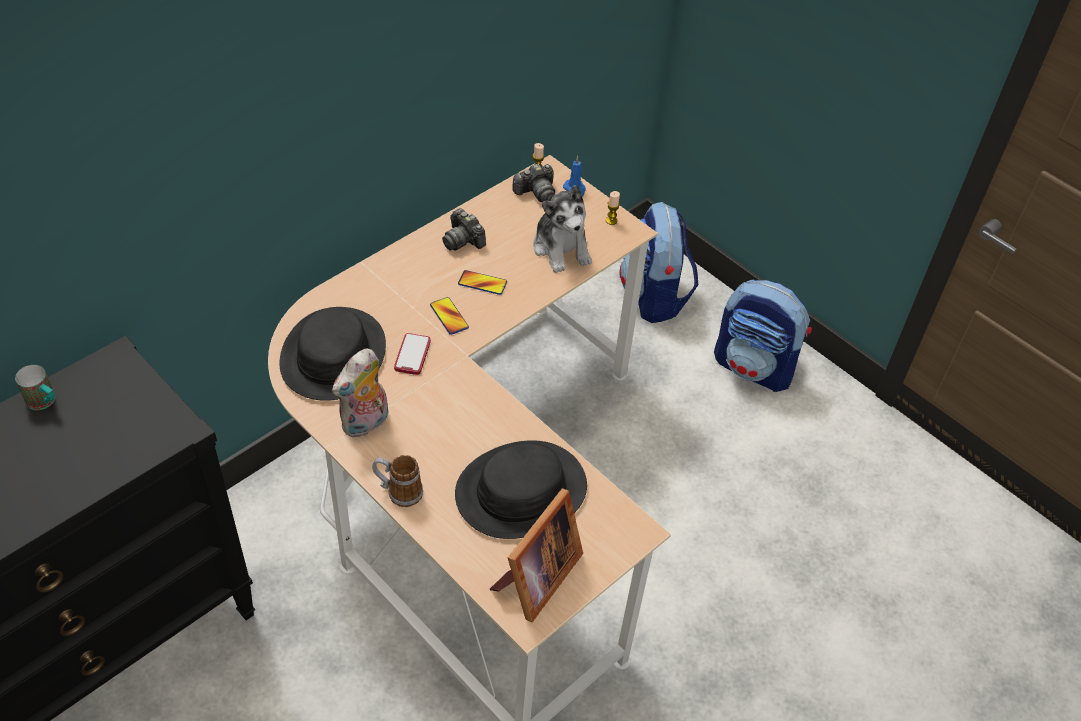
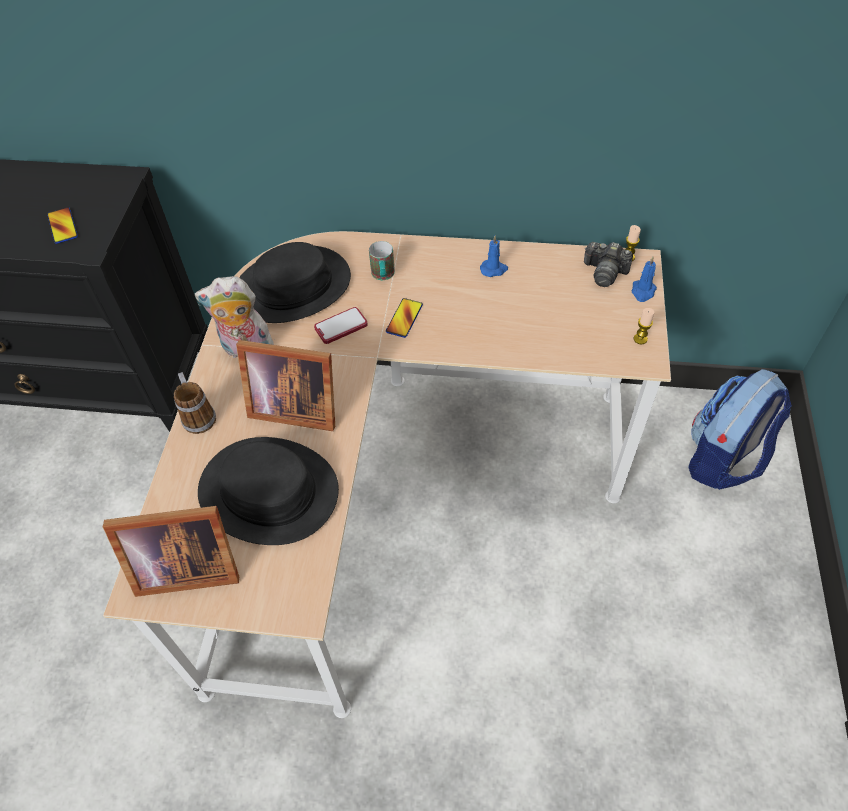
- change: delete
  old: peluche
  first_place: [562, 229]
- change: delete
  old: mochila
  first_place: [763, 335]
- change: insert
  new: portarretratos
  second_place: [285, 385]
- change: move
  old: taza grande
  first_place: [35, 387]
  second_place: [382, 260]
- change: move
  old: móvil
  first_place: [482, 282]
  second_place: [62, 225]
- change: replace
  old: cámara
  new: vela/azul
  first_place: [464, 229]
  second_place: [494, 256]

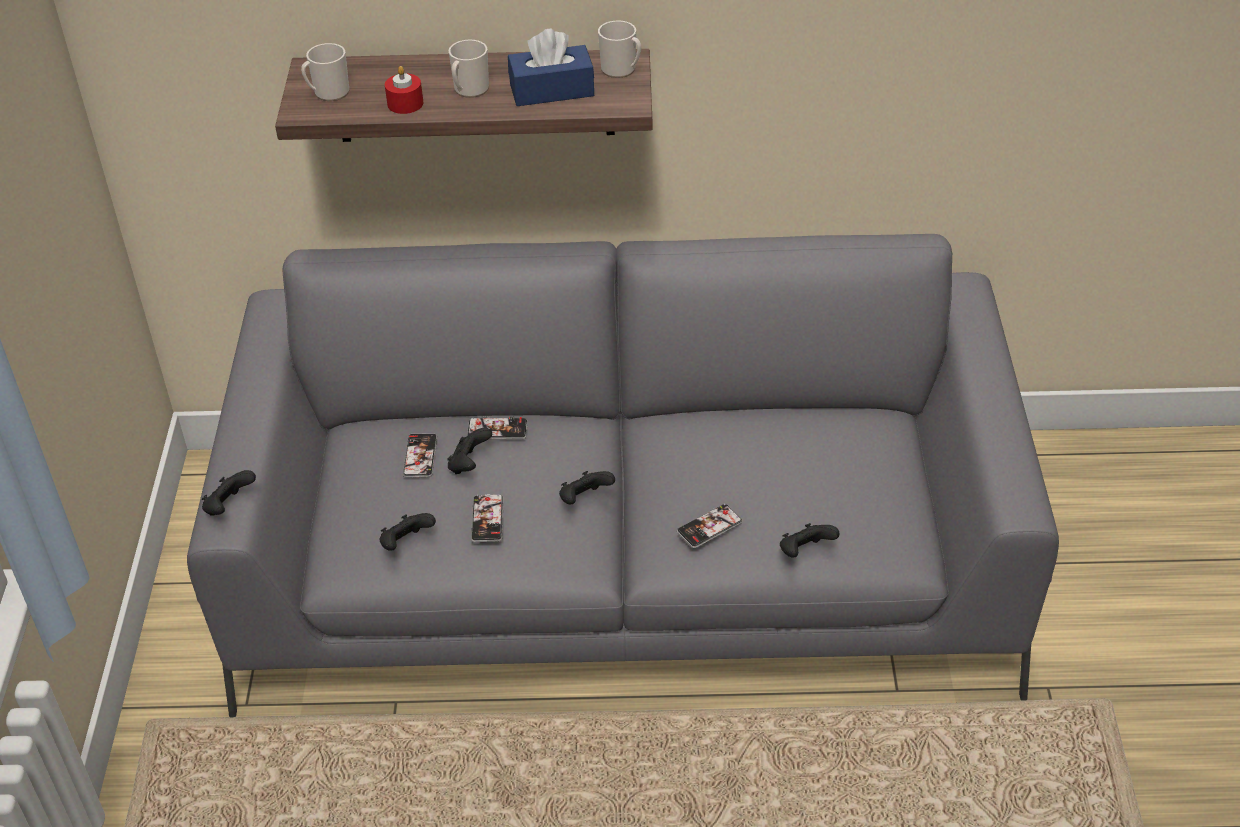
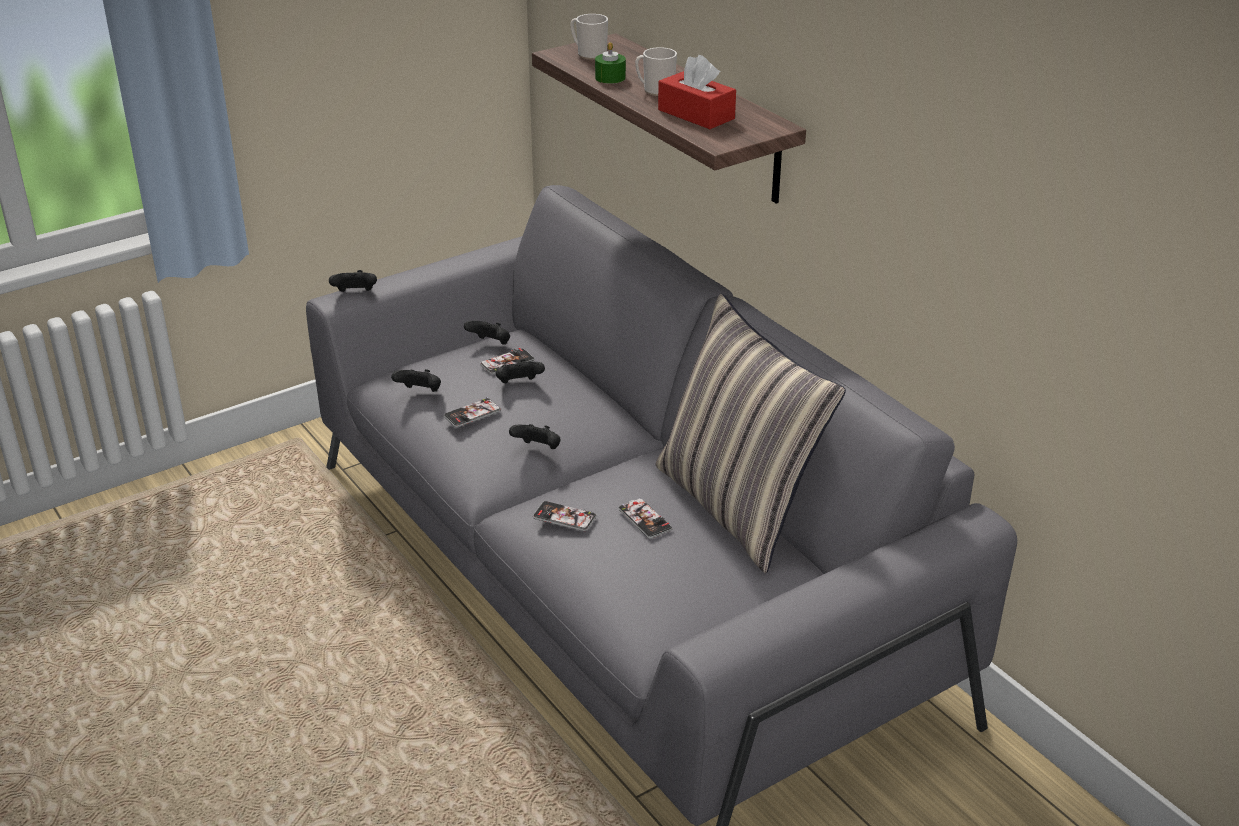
- change: delete
  old: taza grande
  first_place: [619, 49]
- change: insert
  new: cojín
  second_place: [751, 433]
- change: move
  old: móvil
  first_place: [497, 427]
  second_place: [645, 518]
- change: move
  old: mando de consola/negro
  first_place: [809, 540]
  second_place: [487, 332]
- change: recolor
  old: vela/rojo
  new: vela/verde
  first_place: [404, 90]
  second_place: [610, 63]
- change: recolor
  old: caja de pañuelos/azul
  new: caja de pañuelos/rojo
  first_place: [551, 67]
  second_place: [697, 92]

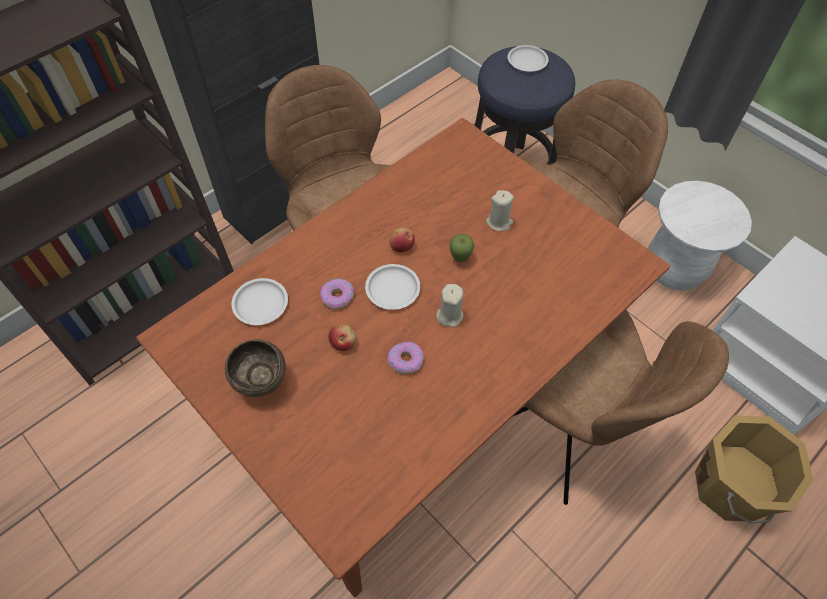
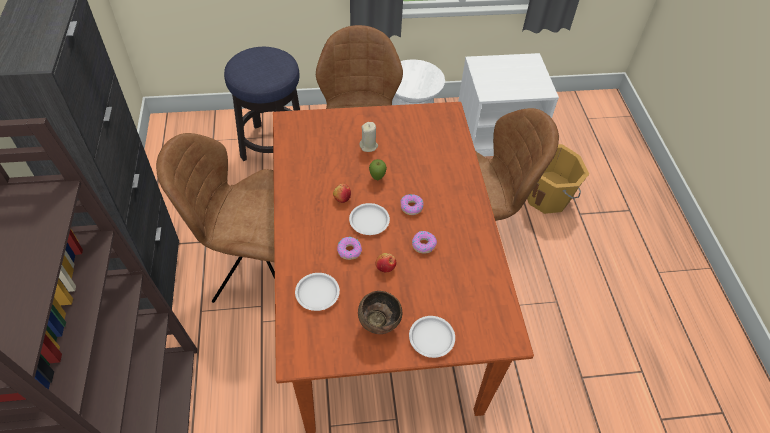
- change: move
  old: plato/blanco
  first_place: [528, 58]
  second_place: [432, 337]
- change: replace
  old: vela/beis
  new: rosquilla
  first_place: [449, 305]
  second_place: [412, 204]

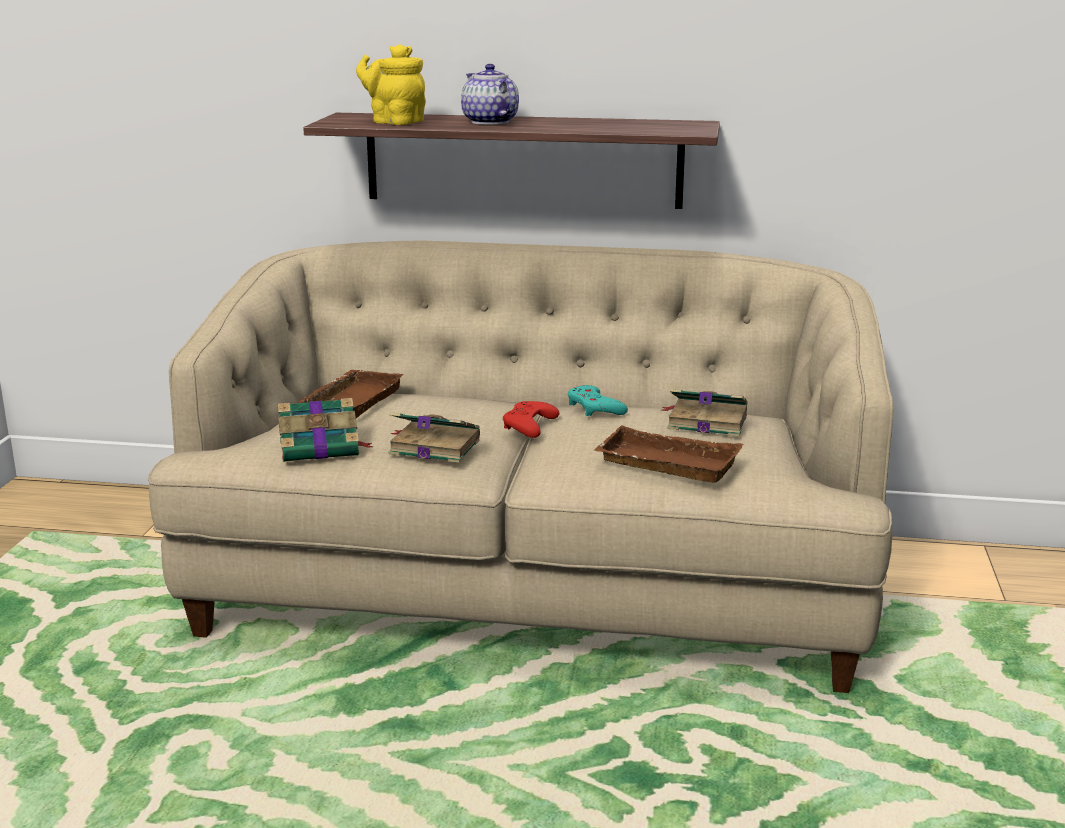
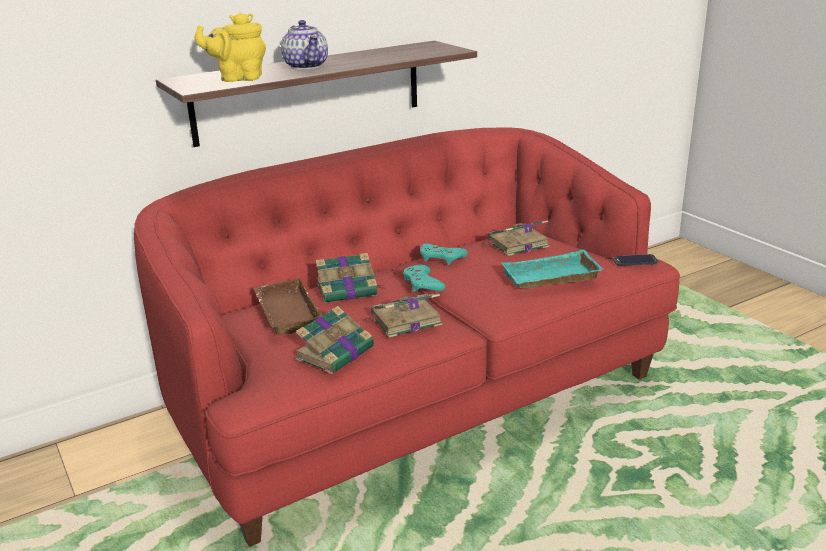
- change: insert
  new: libro
  second_place: [350, 278]
- change: insert
  new: móvil
  second_place: [636, 260]
- change: recolor
  old: sofá/beis
  new: sofá/rojo
  first_place: [520, 467]
  second_place: [407, 337]
- change: recolor
  old: mando de consola/rojo
  new: mando de consola/turquesa
  first_place: [531, 419]
  second_place: [424, 278]
- change: recolor
  old: bandeja/marrón
  new: bandeja/turquesa
  first_place: [668, 454]
  second_place: [552, 268]
- change: rotate
  old: tetera
  first_place: [490, 94]
  second_place: [304, 45]
  degrees: -135

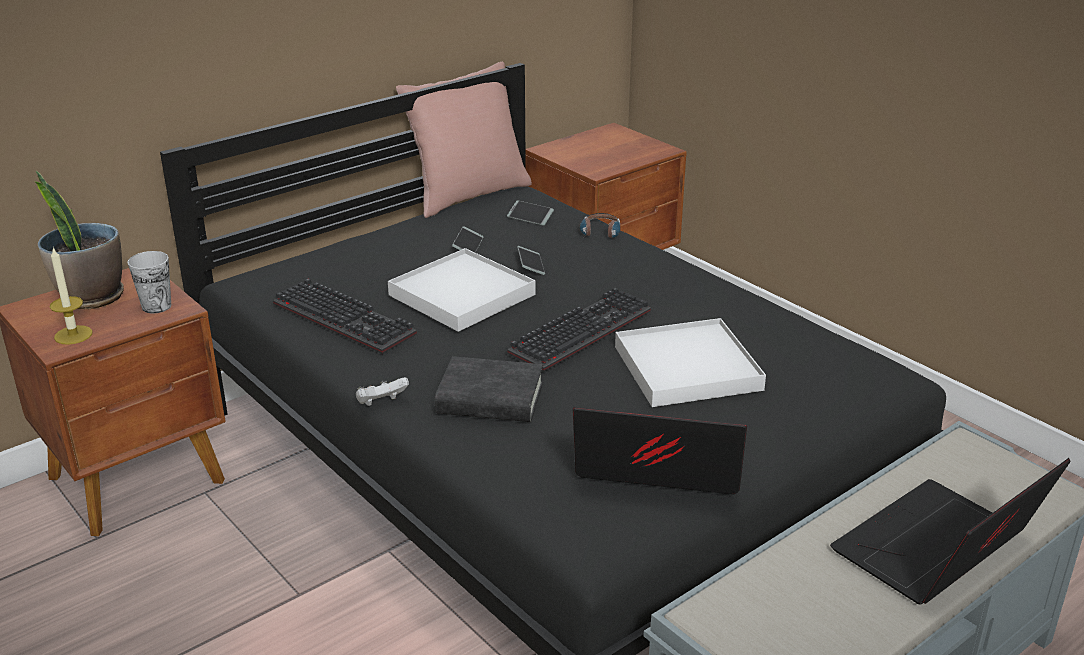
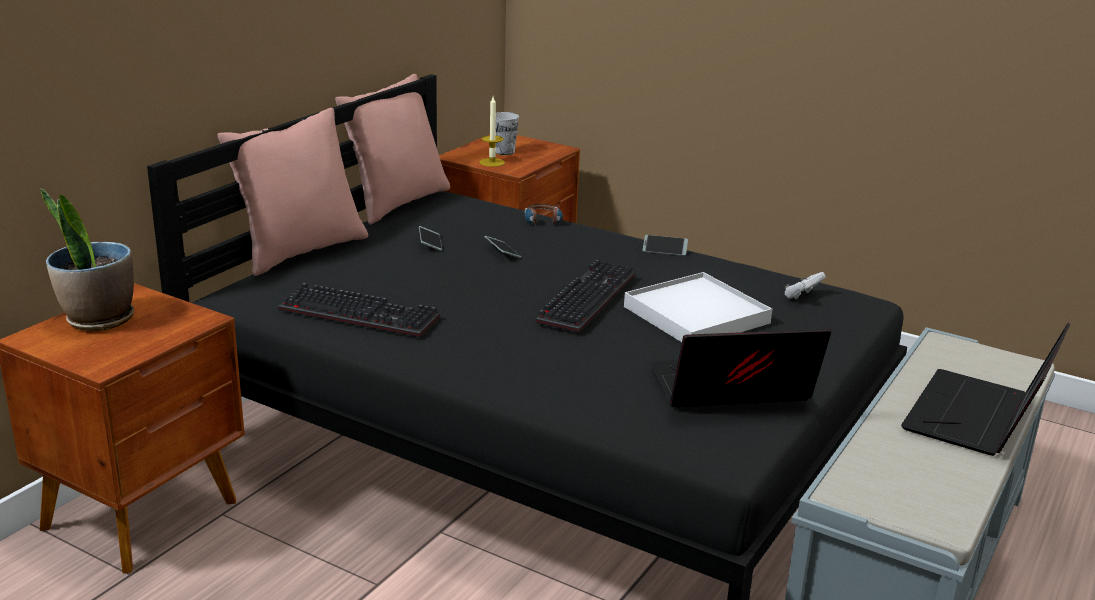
- change: delete
  old: bandeja/blanco
  first_place: [462, 290]
- change: delete
  old: libro/negro
  first_place: [489, 389]
- change: insert
  new: cojín/rosa
  second_place: [292, 192]
- change: move
  old: vela
  first_place: [71, 296]
  second_place: [492, 132]
- change: move
  old: taza
  first_place: [149, 282]
  second_place: [507, 133]
- change: move
  old: mando de consola/blanco
  first_place: [382, 391]
  second_place: [805, 286]
- change: move
  old: móvil
  first_place: [530, 213]
  second_place: [665, 245]

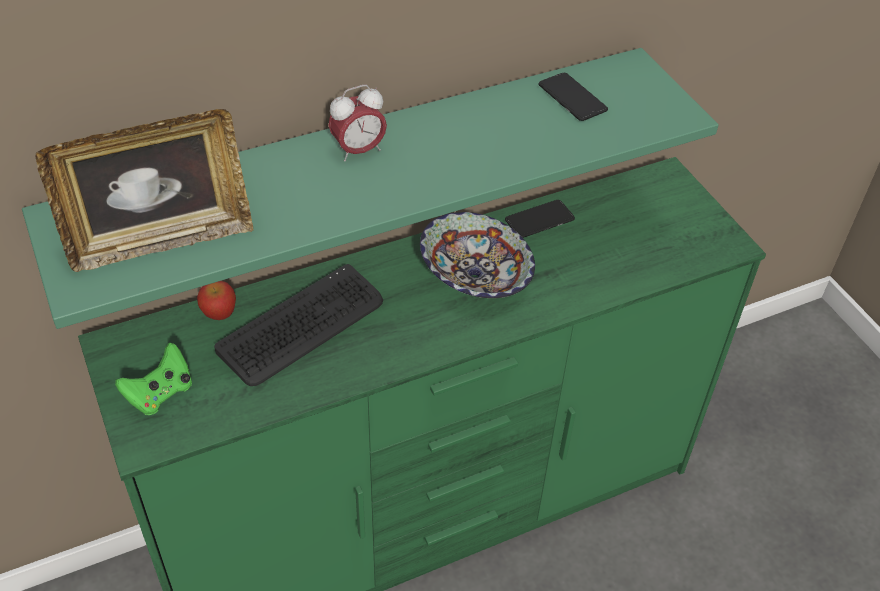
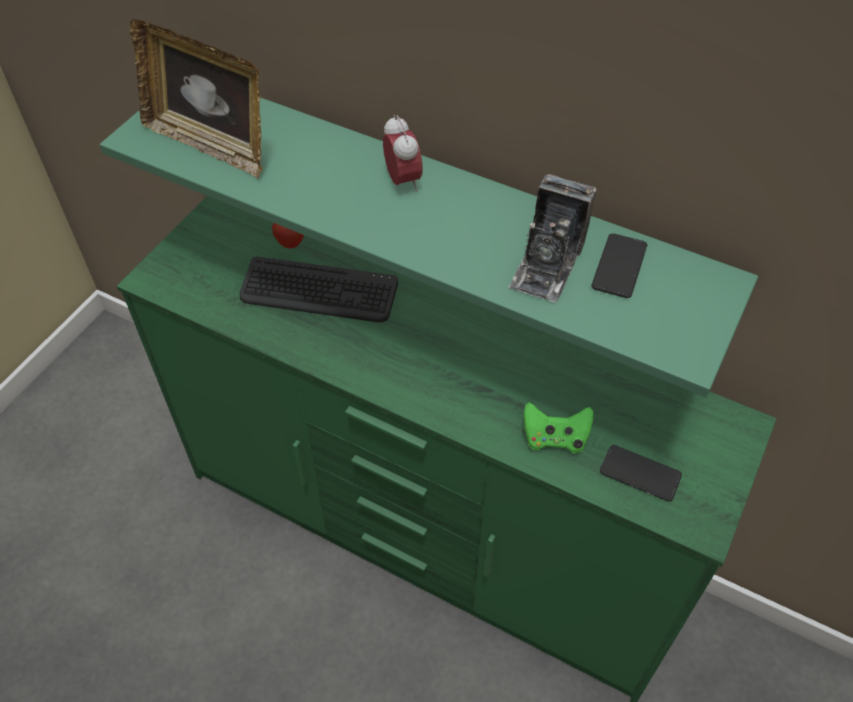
- change: delete
  old: cuenco
  first_place: [477, 255]
- change: insert
  new: cámara
  second_place: [552, 238]
- change: move
  old: mando de consola/verde
  first_place: [153, 379]
  second_place: [558, 427]
- change: move
  old: móvil
  first_place: [540, 219]
  second_place: [641, 473]
- change: rotate
  old: despertador
  first_place: [357, 123]
  second_place: [403, 153]
  degrees: -135

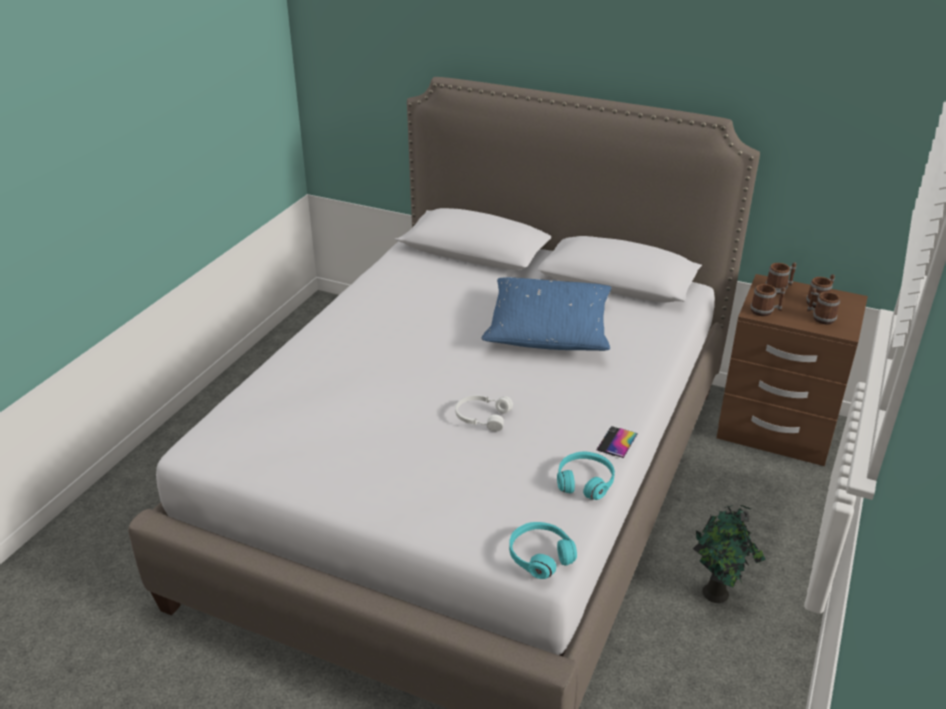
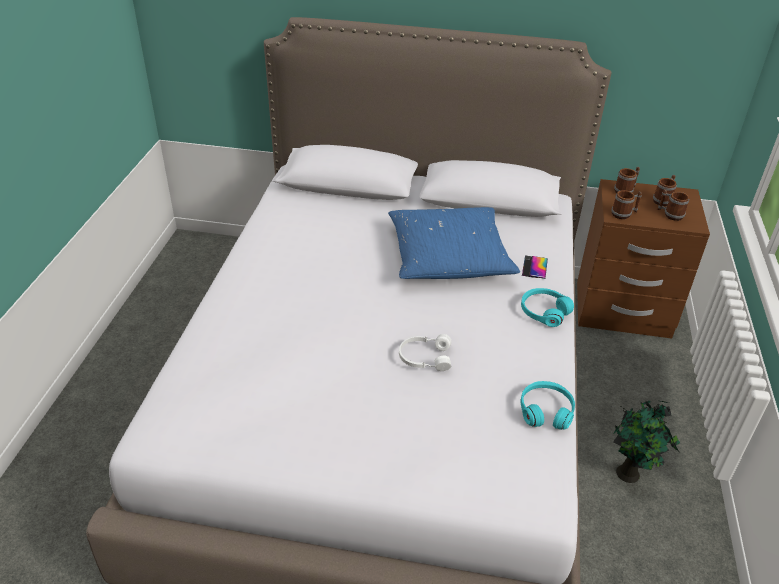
- change: move
  old: auriculares/turquesa
  first_place: [543, 550]
  second_place: [547, 307]
- change: move
  old: móvil
  first_place: [617, 442]
  second_place: [535, 267]

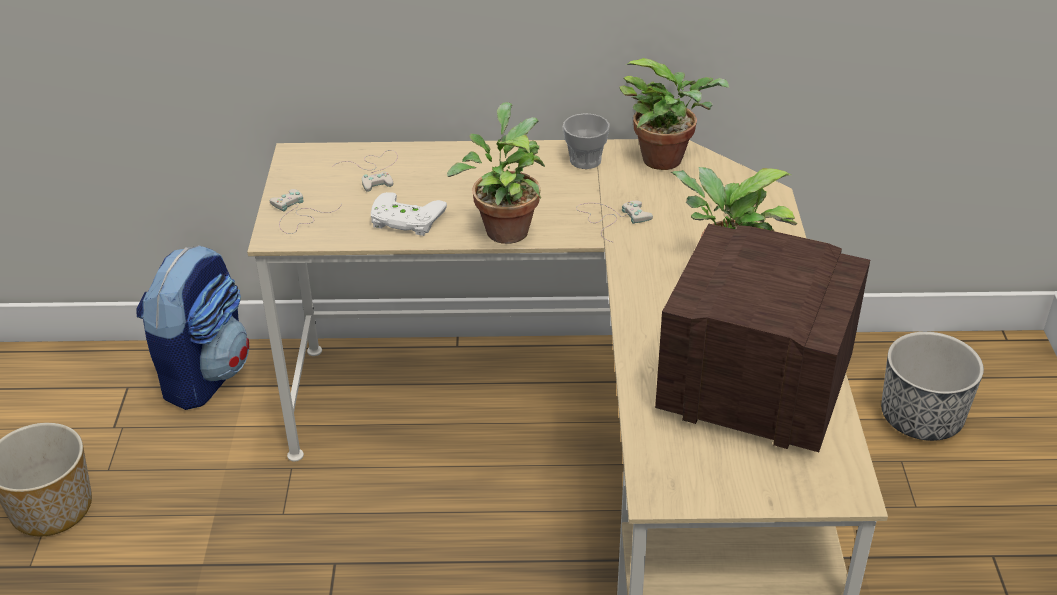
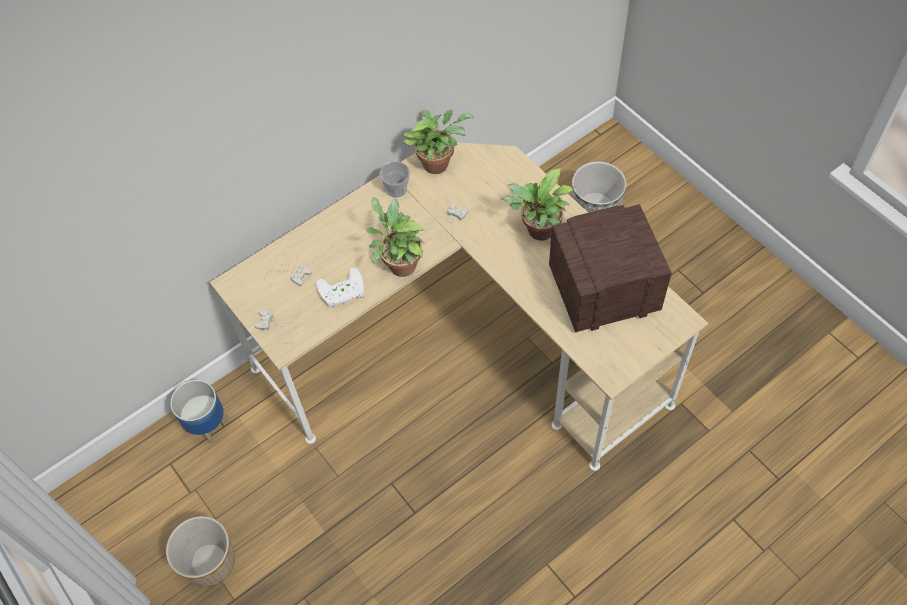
- change: replace
  old: mochila
  new: maceta
  first_place: [193, 327]
  second_place: [199, 412]

